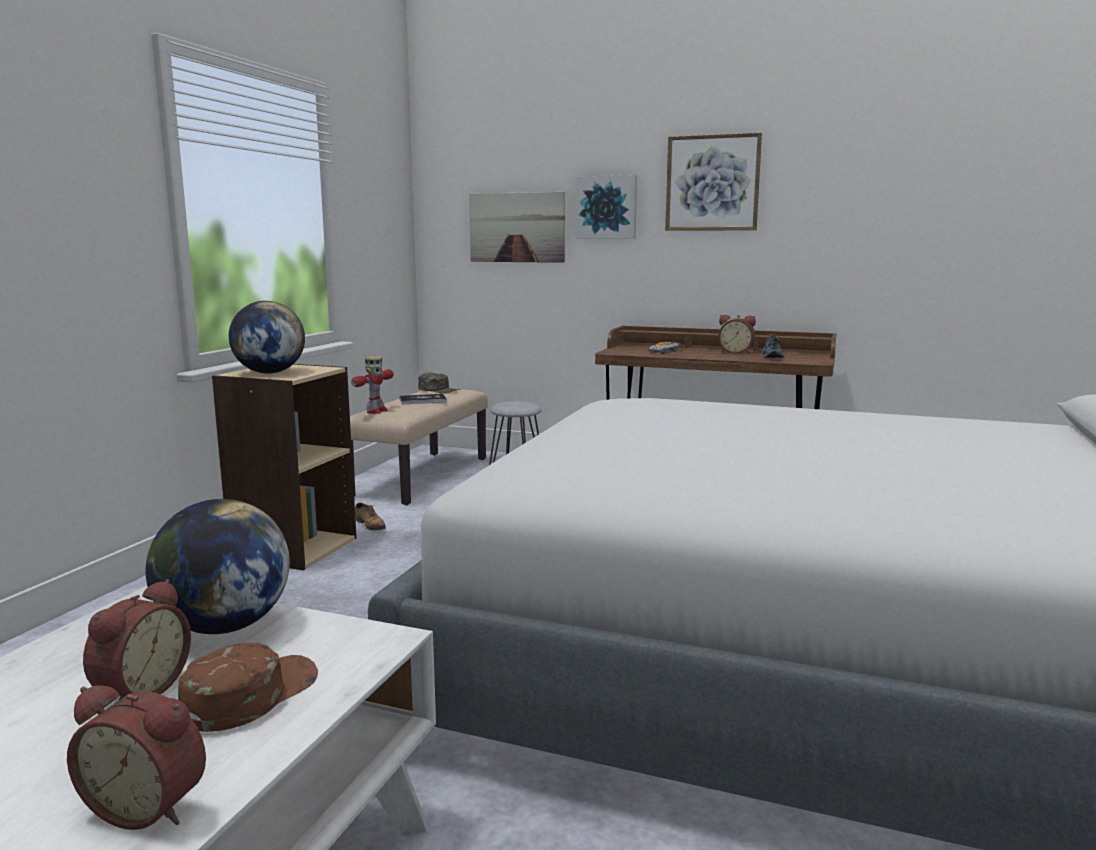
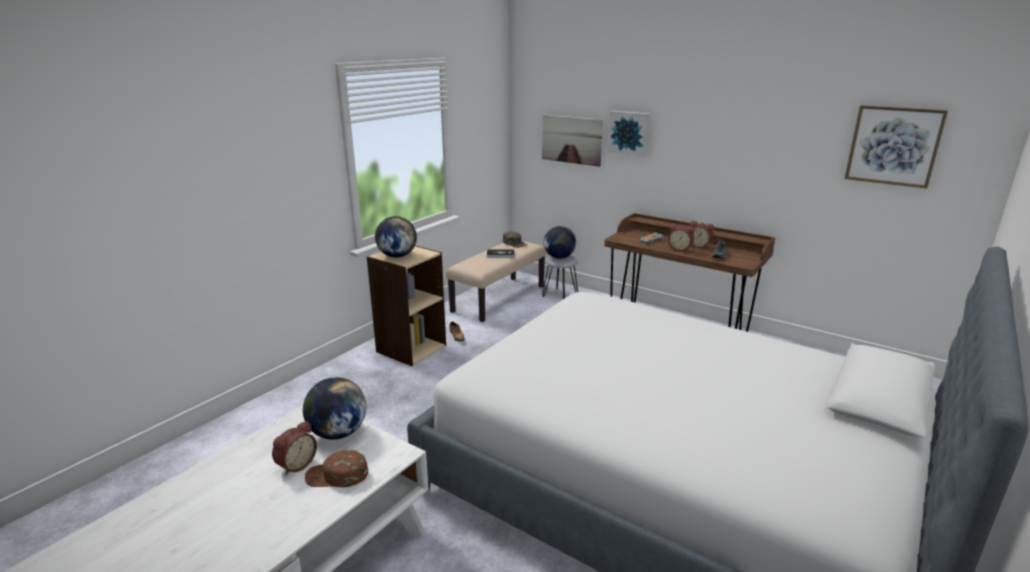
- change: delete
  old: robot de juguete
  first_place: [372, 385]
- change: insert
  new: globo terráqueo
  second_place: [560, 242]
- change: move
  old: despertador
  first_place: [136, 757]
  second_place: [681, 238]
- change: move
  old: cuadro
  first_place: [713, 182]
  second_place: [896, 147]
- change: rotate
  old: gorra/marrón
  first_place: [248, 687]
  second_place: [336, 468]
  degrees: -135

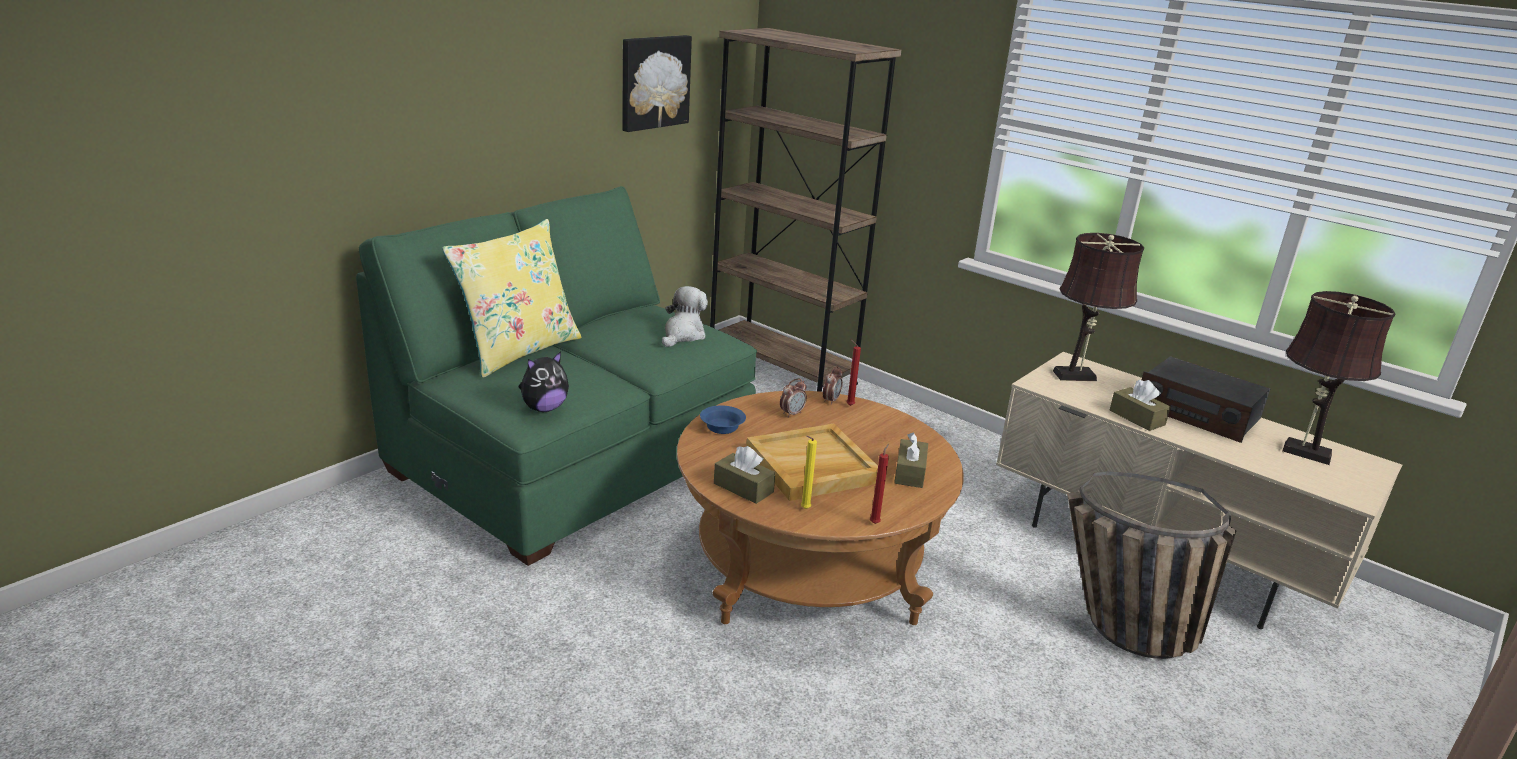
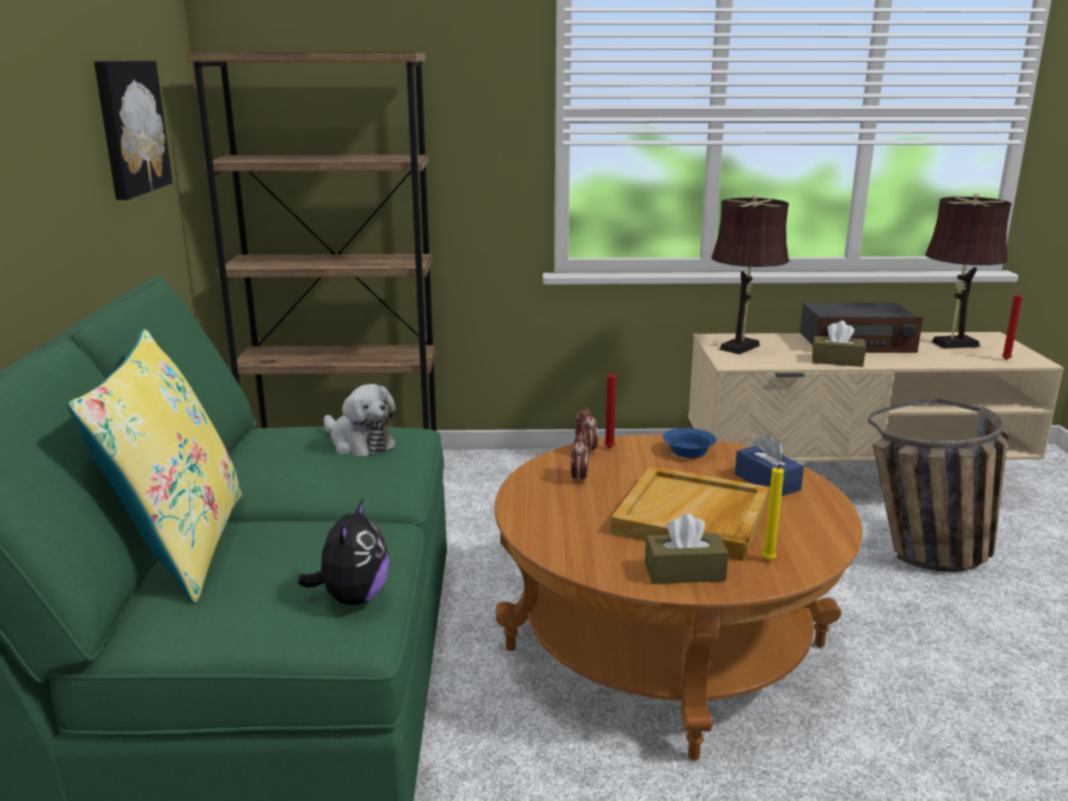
- change: move
  old: cuenco/azul
  first_place: [723, 419]
  second_place: [690, 443]
- change: move
  old: vela/rojo
  first_place: [879, 484]
  second_place: [1012, 323]
- change: recolor
  old: caja de pañuelos/marrón
  new: caja de pañuelos/azul
  first_place: [911, 460]
  second_place: [769, 465]
- change: rotate
  old: peluche
  first_place: [685, 316]
  second_place: [360, 420]
  degrees: 150

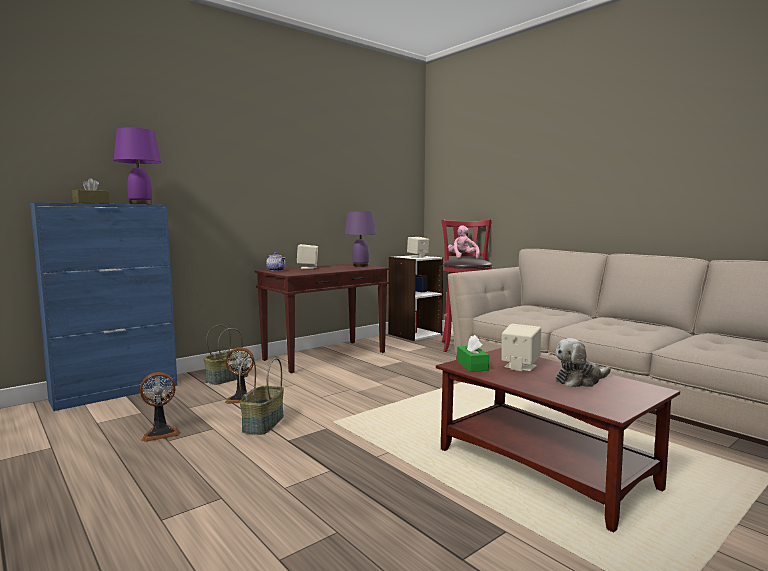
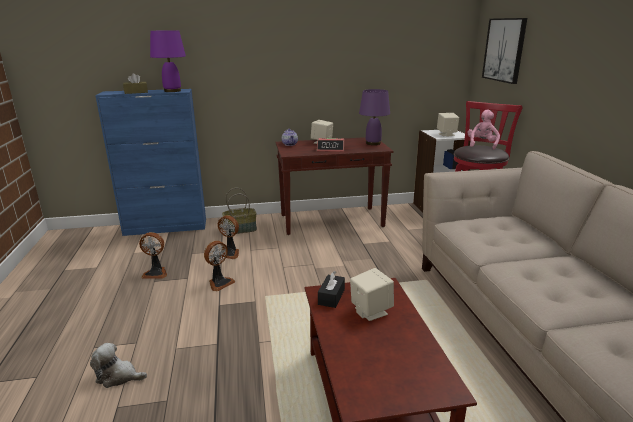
- change: insert
  new: despertador
  second_place: [330, 145]
- change: insert
  new: cuadro
  second_place: [504, 51]
- change: move
  old: peluche
  first_place: [583, 362]
  second_place: [118, 365]
- change: replace
  old: cesta
  new: ventilador
  first_place: [261, 395]
  second_place: [219, 266]
- change: recolor
  old: caja de pañuelos/verde
  new: caja de pañuelos/negro
  first_place: [473, 353]
  second_place: [331, 289]

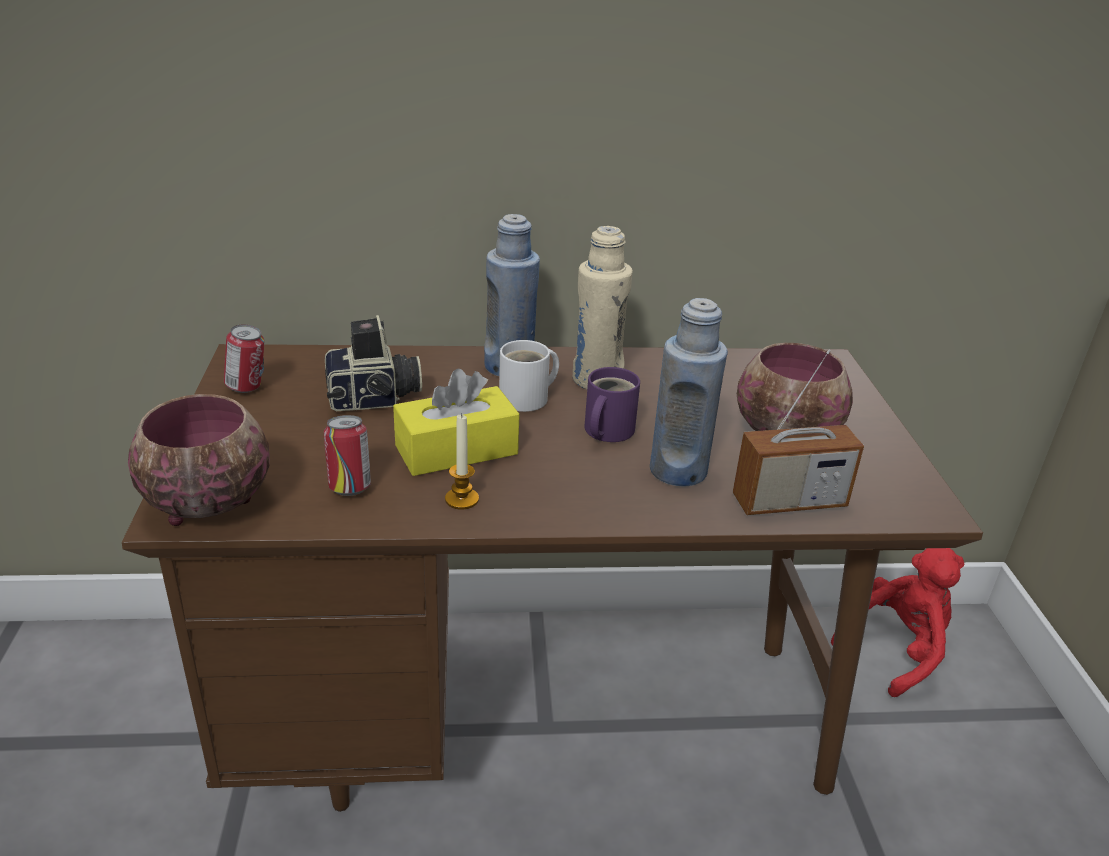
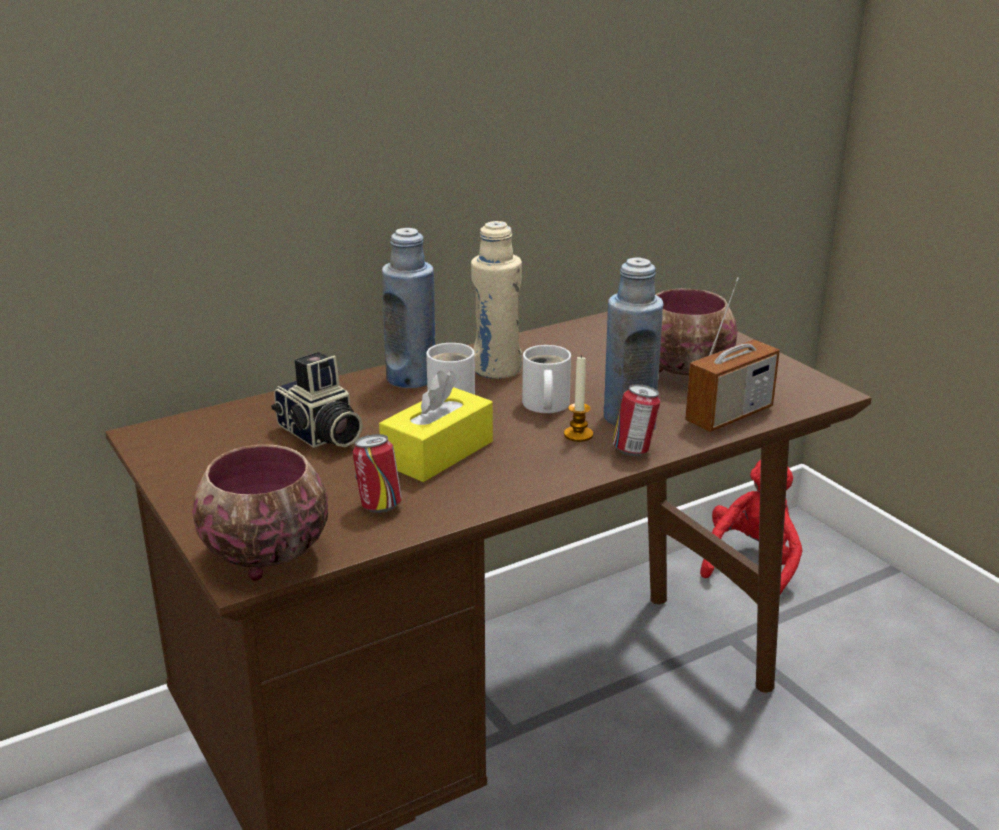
- change: move
  old: lata
  first_place: [244, 358]
  second_place: [636, 420]
- change: move
  old: vela
  first_place: [462, 461]
  second_place: [578, 398]
- change: recolor
  old: taza grande/morado
  new: taza grande/blanco
  first_place: [612, 404]
  second_place: [546, 379]
- change: rotate
  old: cámara
  first_place: [373, 363]
  second_place: [317, 400]
  degrees: 90

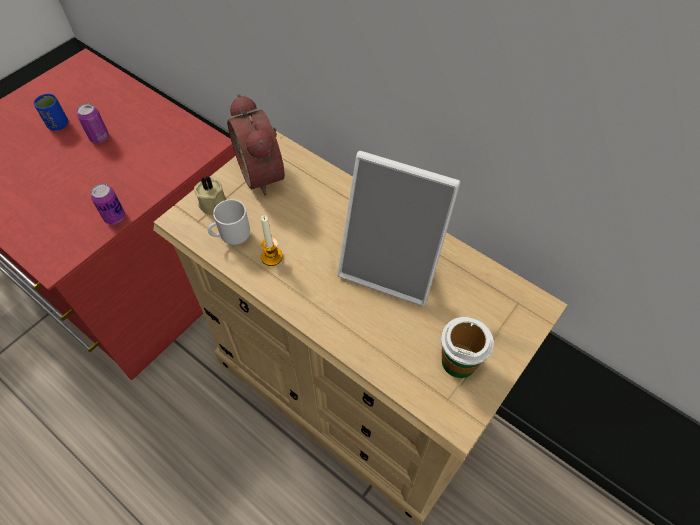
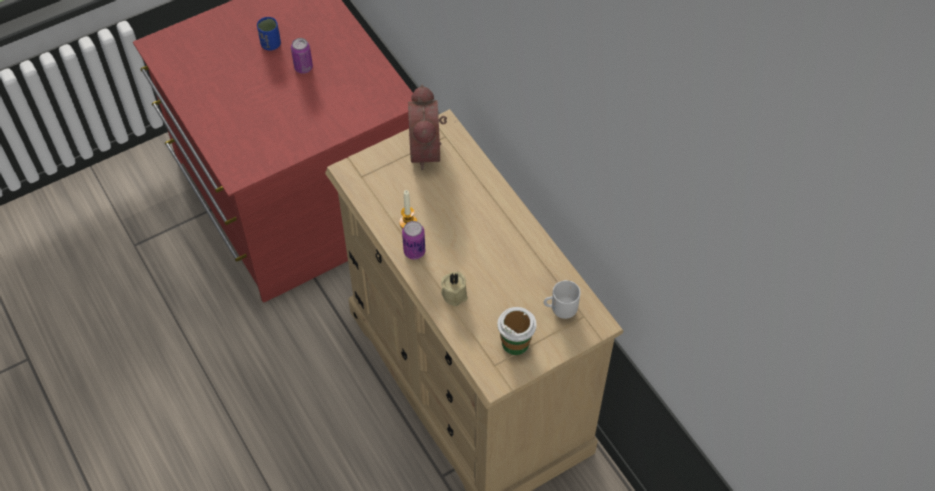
- change: delete
  old: portarretratos
  first_place: [399, 228]
- change: move
  old: lata
  first_place: [108, 204]
  second_place: [413, 240]
- change: move
  old: vela/beis
  first_place: [210, 195]
  second_place: [454, 289]
- change: move
  old: taza grande
  first_place: [229, 222]
  second_place: [562, 299]

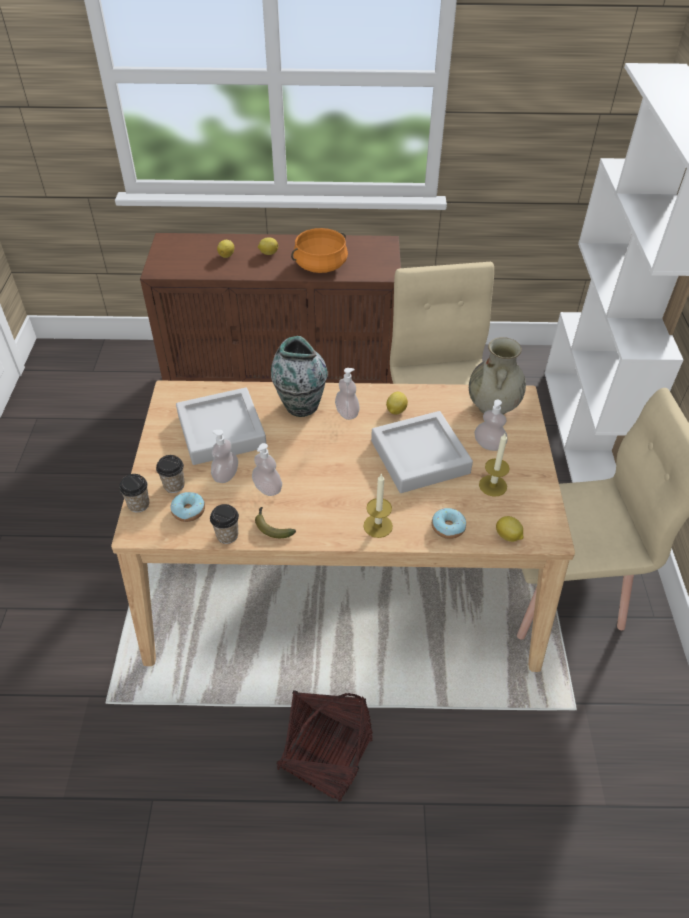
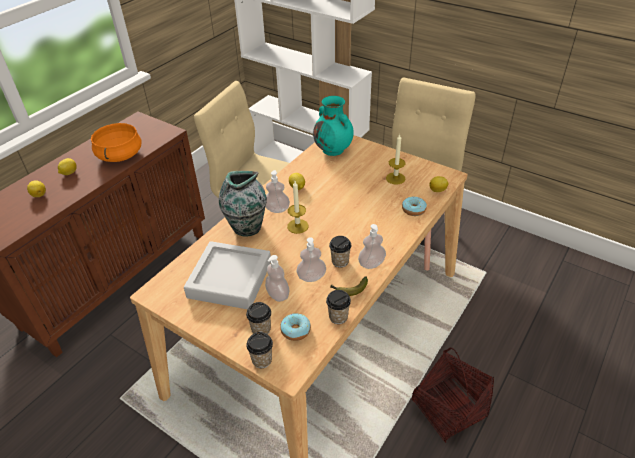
- change: delete
  old: bandeja/gris
  first_place: [422, 452]
- change: insert
  new: taza
  second_place: [340, 252]
- change: move
  old: vela
  first_place: [378, 505]
  second_place: [297, 207]
- change: move
  old: dispensador de jabón
  first_place: [491, 425]
  second_place: [372, 246]
- change: recolor
  old: florero/beis
  new: florero/turquesa
  first_place: [497, 376]
  second_place: [333, 126]

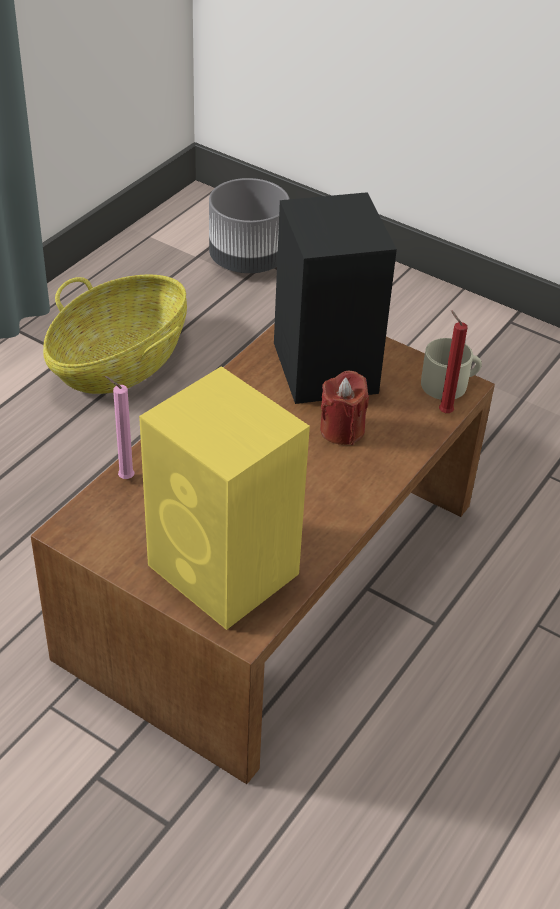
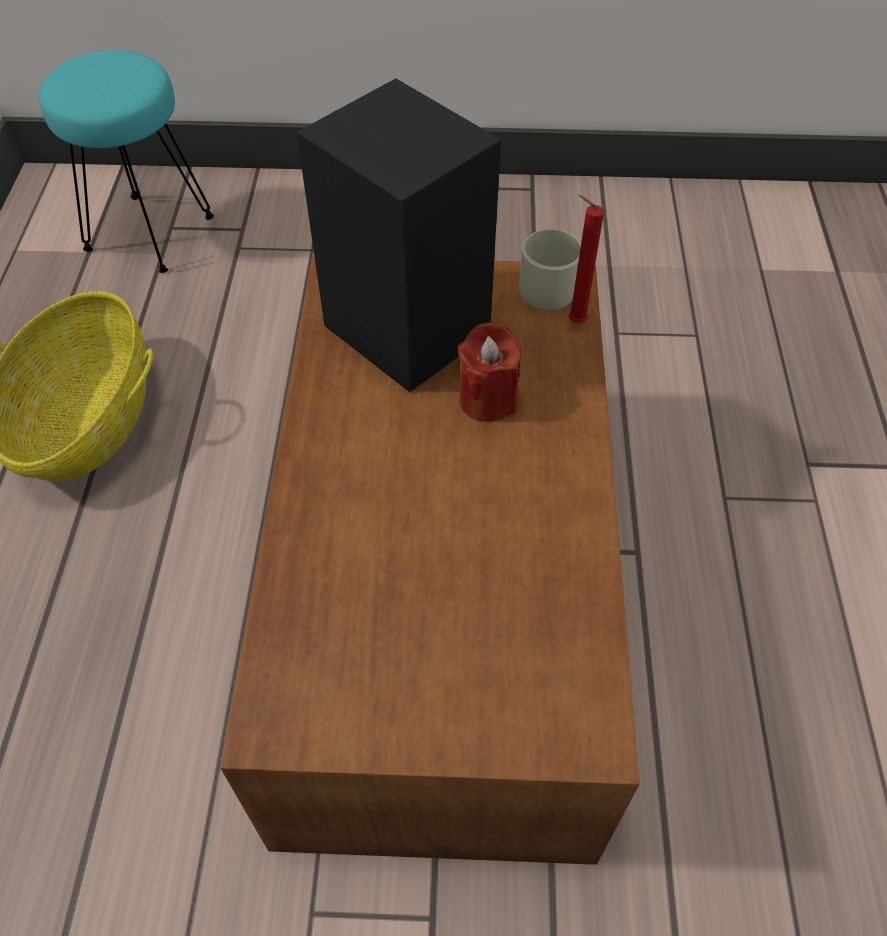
- change: delete
  old: vela/rosa
  first_place: [120, 427]
- change: delete
  old: altavoz/amarillo
  first_place: [224, 498]
- change: replace
  old: maceta/gris
  new: taburete/turquesa
  first_place: [249, 225]
  second_place: [126, 161]

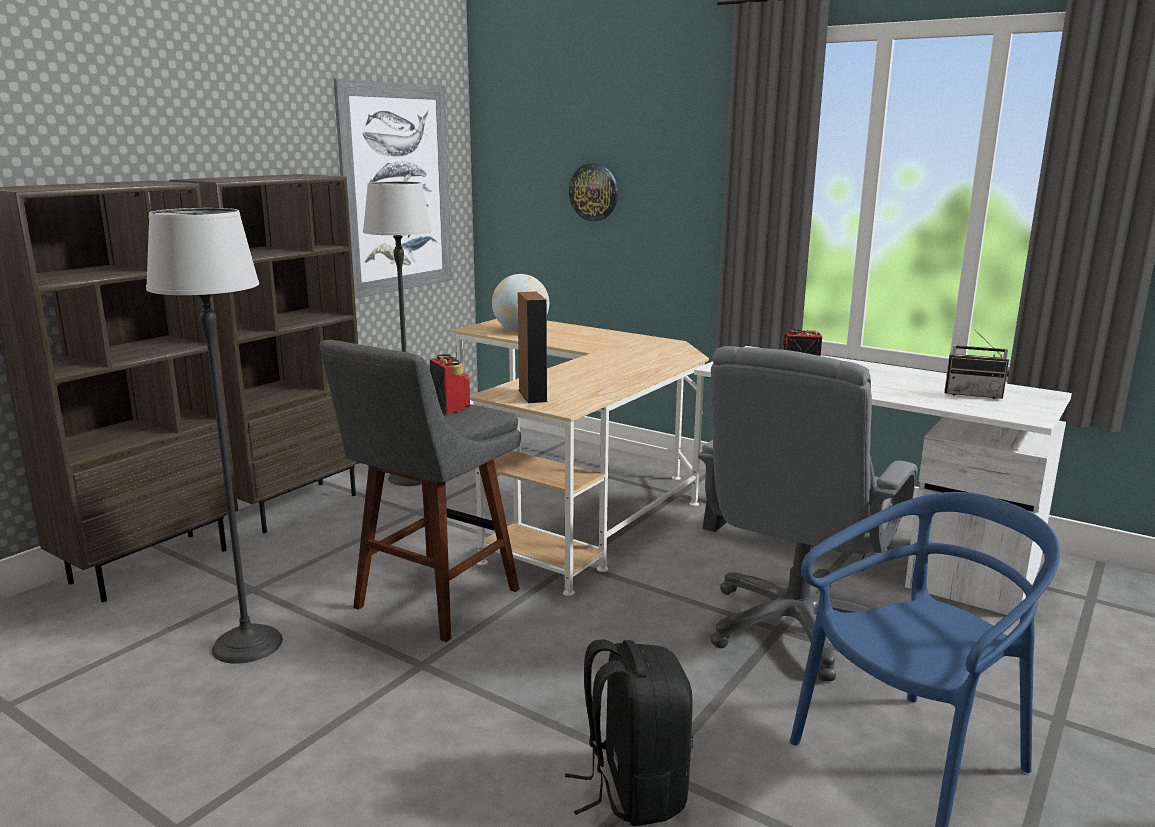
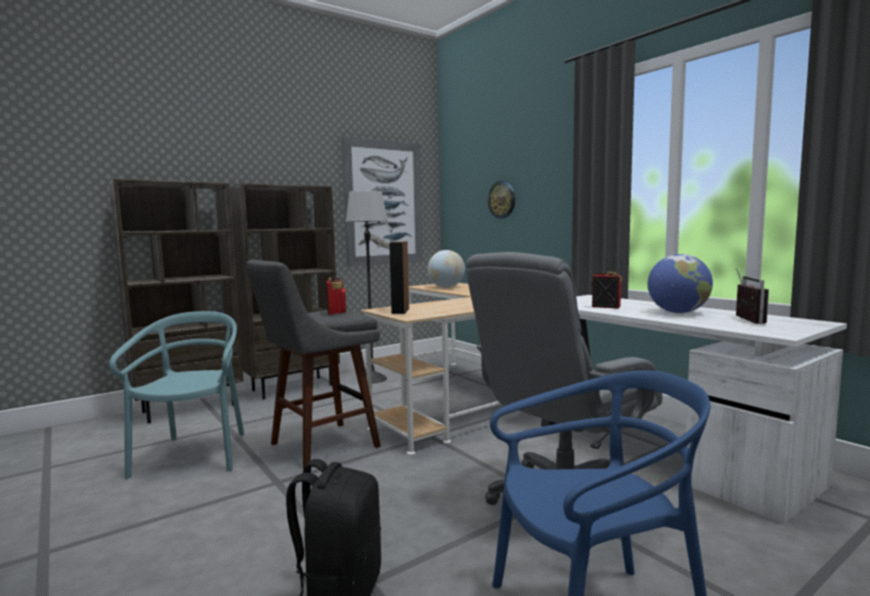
- change: insert
  new: globo terráqueo
  second_place: [680, 283]
- change: replace
  old: lámpara de pie
  new: silla/turquesa
  first_place: [214, 436]
  second_place: [176, 395]
- change: rotate
  old: radio
  first_place: [976, 364]
  second_place: [752, 295]
  degrees: -120

